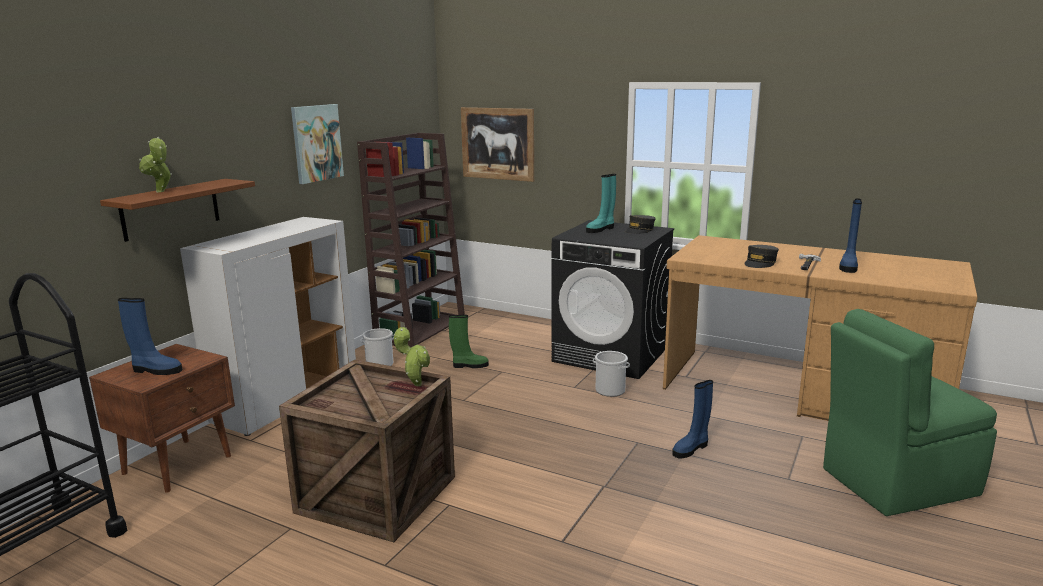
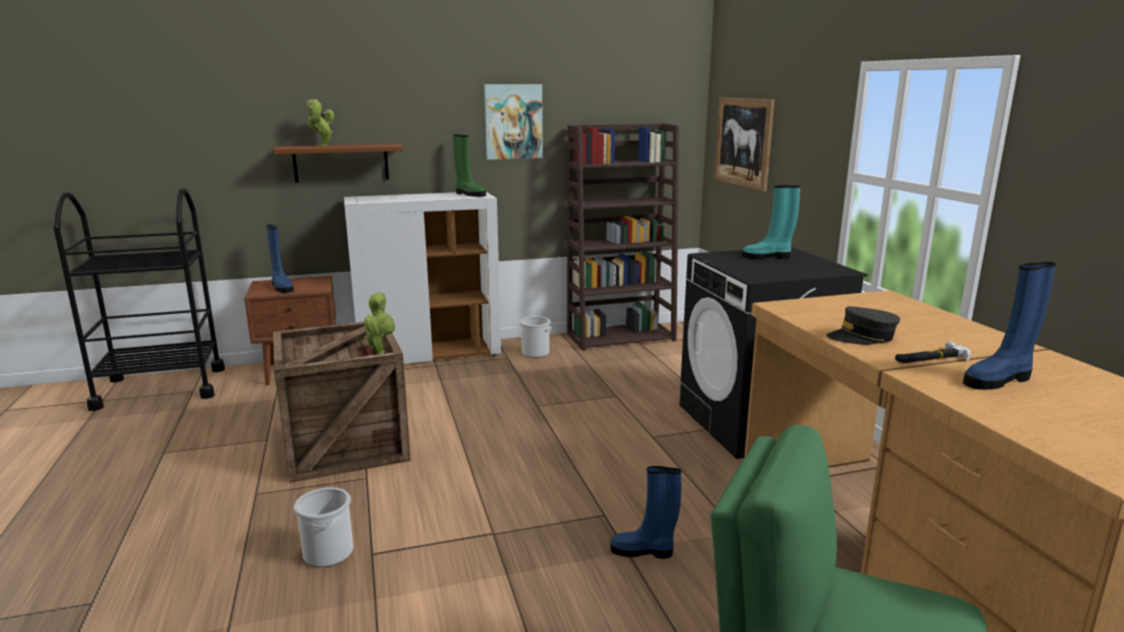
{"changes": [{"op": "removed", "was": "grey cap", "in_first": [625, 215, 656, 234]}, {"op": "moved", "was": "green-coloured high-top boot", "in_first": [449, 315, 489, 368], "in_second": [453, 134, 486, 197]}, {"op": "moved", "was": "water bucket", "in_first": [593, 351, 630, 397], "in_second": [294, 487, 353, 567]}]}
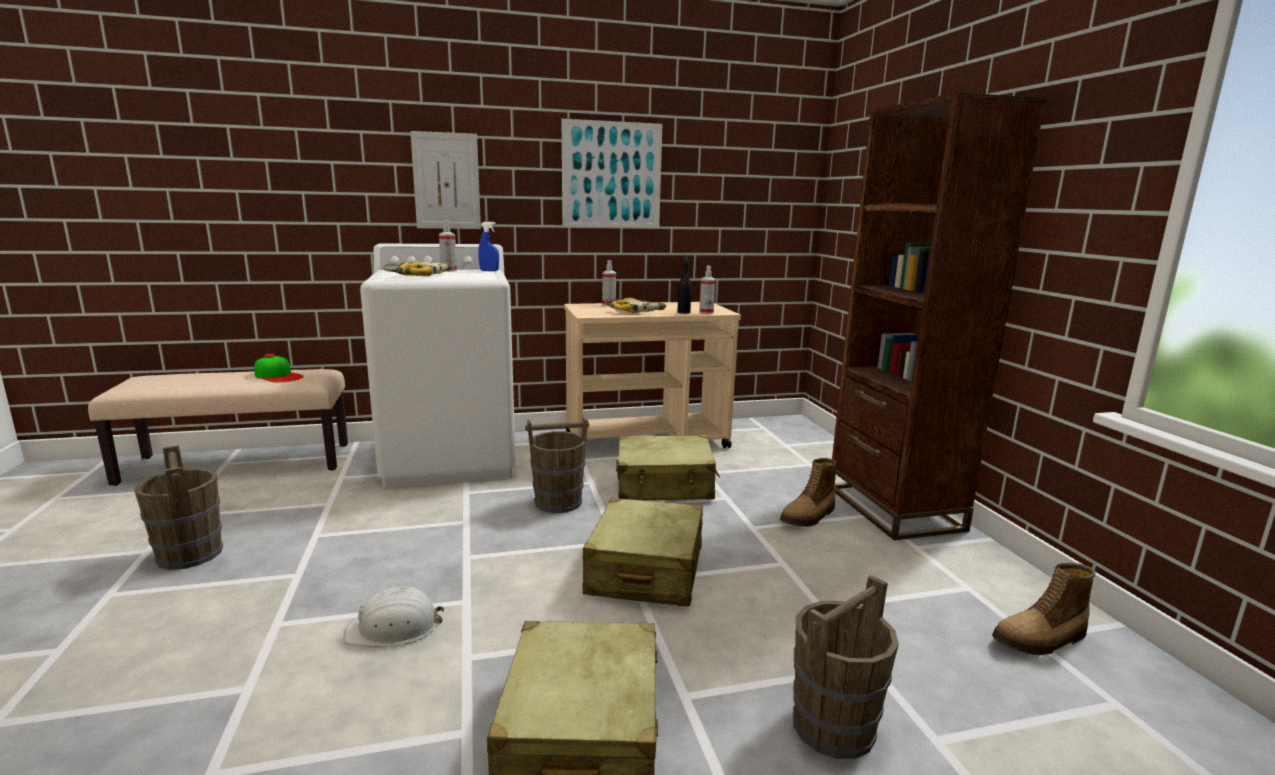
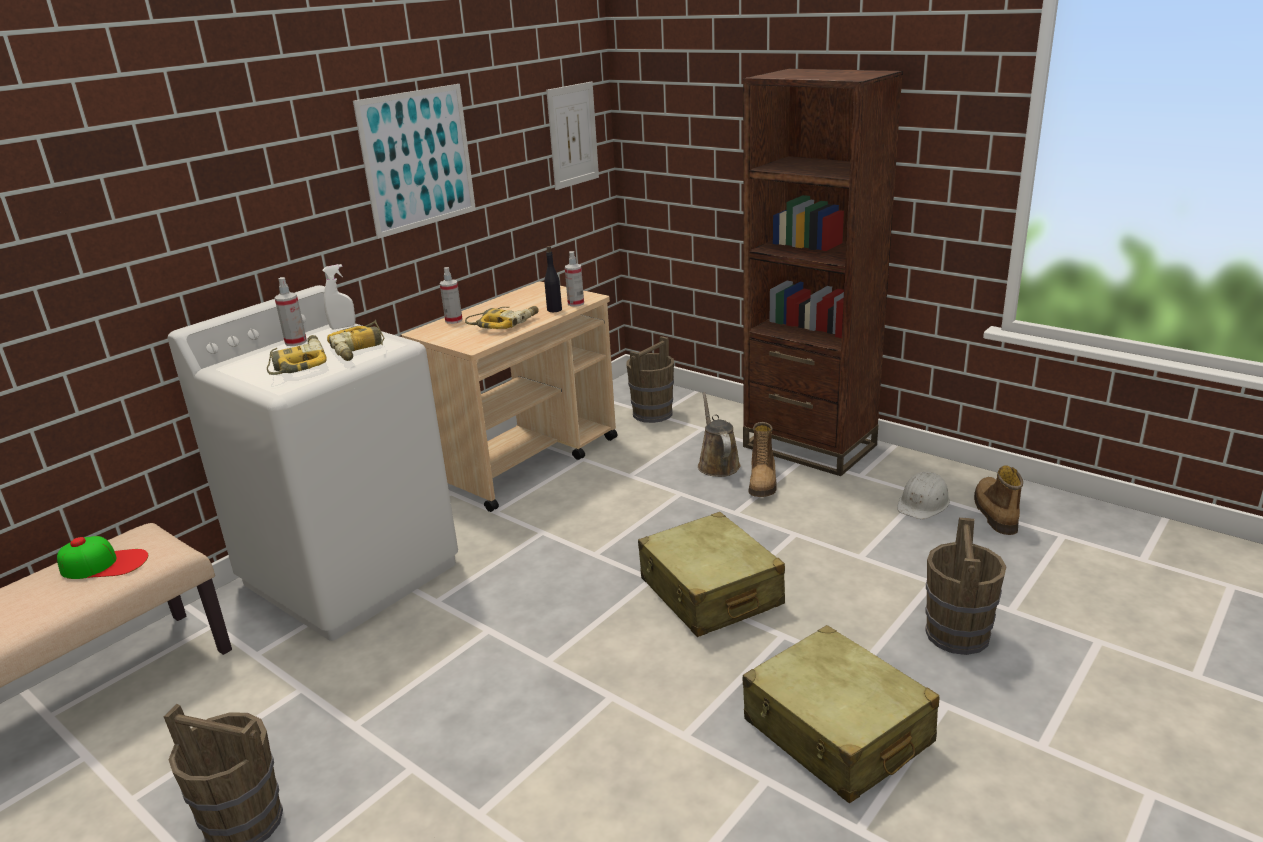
{"changes": [{"op": "moved", "was": "picture", "in_first": [410, 131, 481, 229], "in_second": [546, 82, 599, 190]}, {"op": "recoloured", "was": "blue hand sprayer", "now": "white hand sprayer", "in_first": [478, 222, 499, 271], "in_second": [322, 264, 356, 329]}, {"op": "moved", "was": "brown water bucket", "in_first": [525, 417, 589, 513], "in_second": [627, 336, 674, 423]}, {"op": "removed", "was": "beige suitcase", "in_first": [616, 435, 720, 500]}, {"op": "turned", "was": "high-top boot", "in_first": [992, 563, 1095, 655], "in_second": [974, 465, 1023, 535], "clockwise": 150}, {"op": "moved", "was": "white hard hat", "in_first": [344, 586, 444, 647], "in_second": [897, 472, 950, 519]}, {"op": "added", "now": "electric drill", "in_second": [327, 320, 385, 361]}, {"op": "added", "now": "brown watering pot", "in_second": [698, 392, 741, 477]}]}
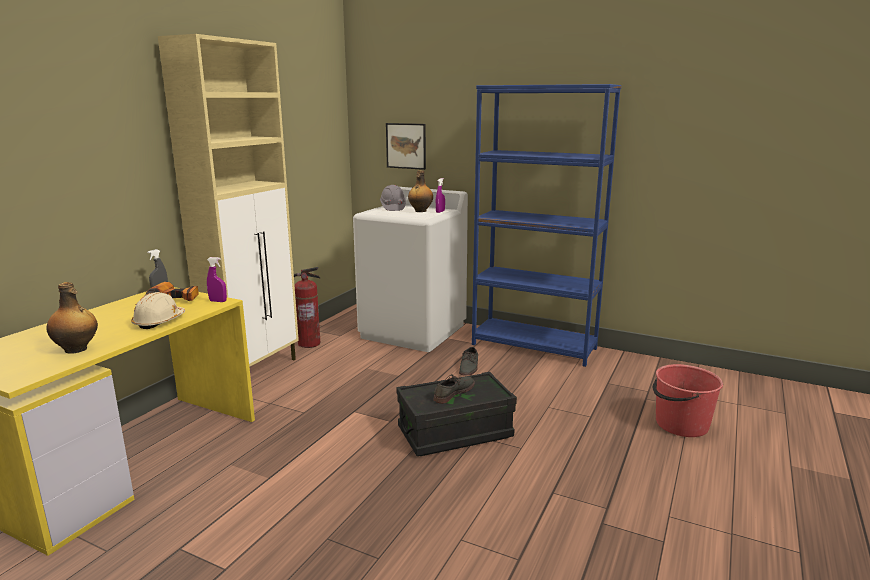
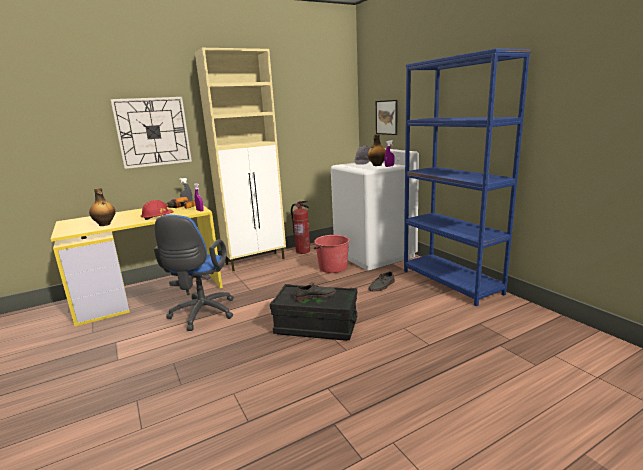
{"changes": [{"op": "recoloured", "was": "beige hard hat", "now": "red hard hat", "in_first": [131, 292, 185, 329], "in_second": [140, 200, 174, 220]}, {"op": "moved", "was": "red water bucket", "in_first": [653, 364, 723, 437], "in_second": [314, 235, 350, 273]}, {"op": "added", "now": "hanging clock", "in_second": [110, 97, 192, 169]}, {"op": "added", "now": "blue desk chair", "in_second": [154, 215, 234, 331]}]}
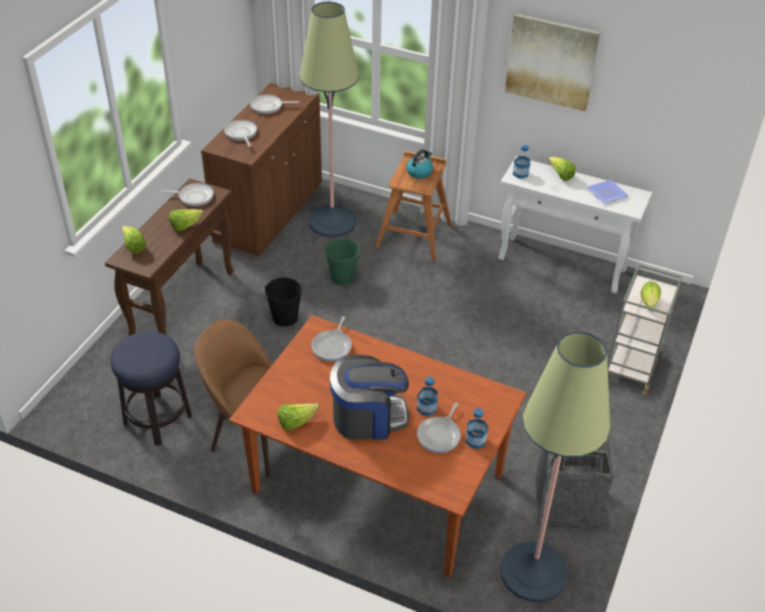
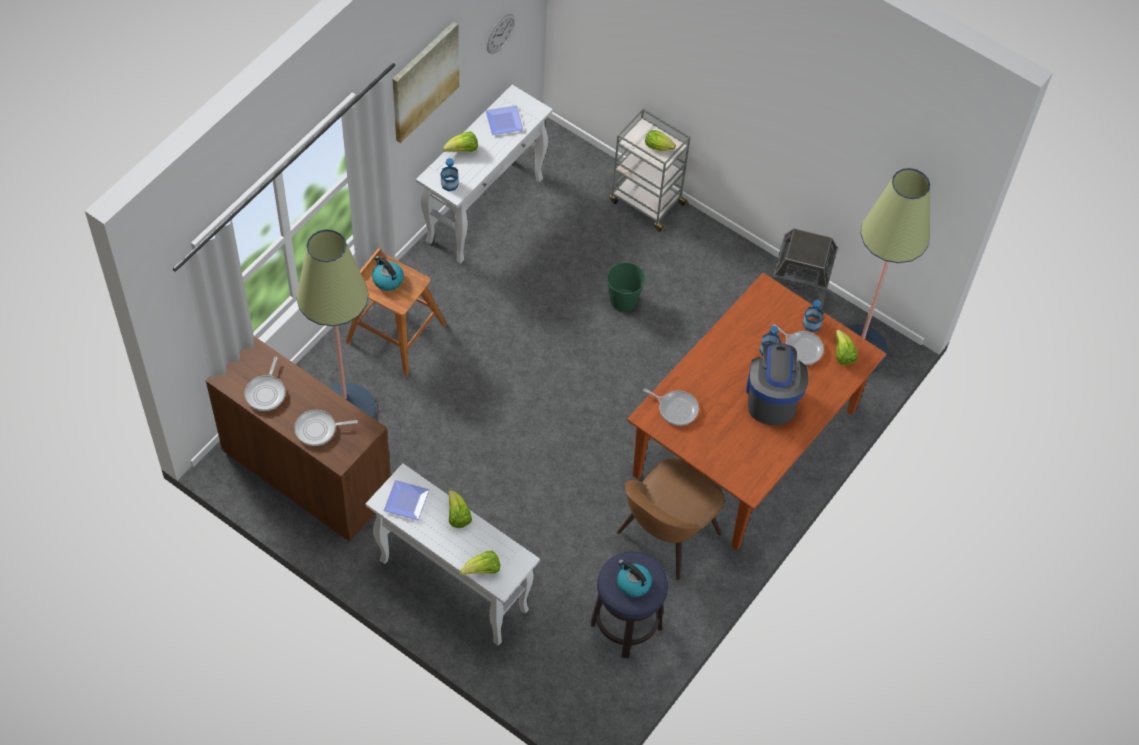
{"changes": [{"op": "recoloured", "was": "brown console table", "now": "white console table", "in_first": [105, 178, 234, 336], "in_second": [366, 463, 540, 646]}, {"op": "replaced", "was": "frying pan", "now": "flat dish", "in_first": [160, 183, 214, 206], "in_second": [383, 480, 430, 520]}, {"op": "moved", "was": "green-coloured water bucket", "in_first": [325, 239, 360, 286], "in_second": [607, 262, 646, 312]}, {"op": "removed", "was": "black water bucket", "in_first": [265, 277, 302, 327]}, {"op": "moved", "was": "head of lettuce", "in_first": [278, 404, 319, 431], "in_second": [835, 330, 858, 365]}, {"op": "added", "now": "hanging clock", "in_second": [487, 14, 515, 54]}, {"op": "added", "now": "kettle", "in_second": [617, 559, 652, 597]}]}
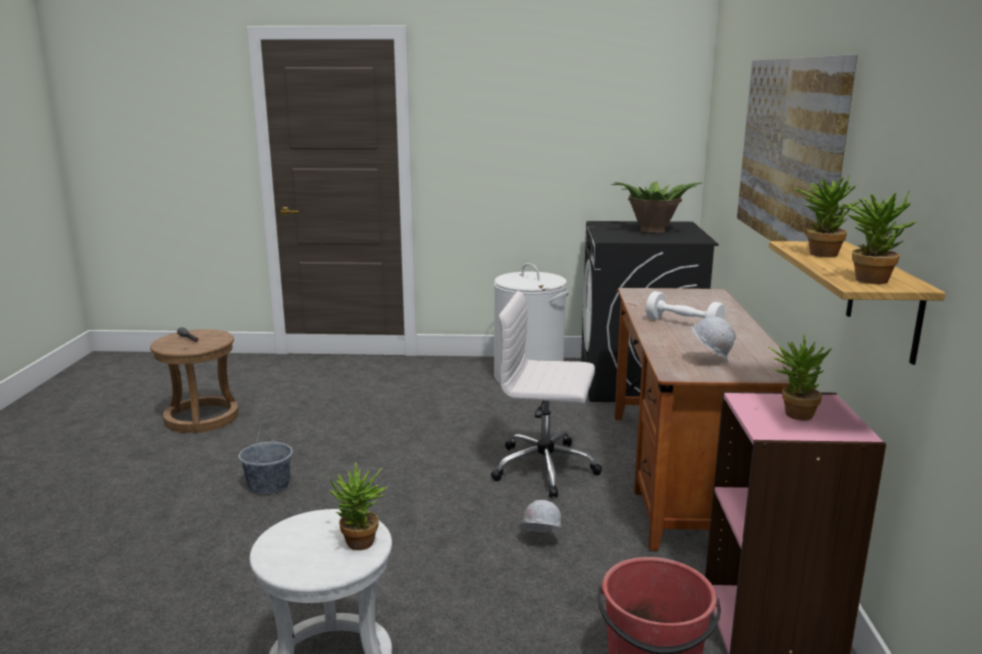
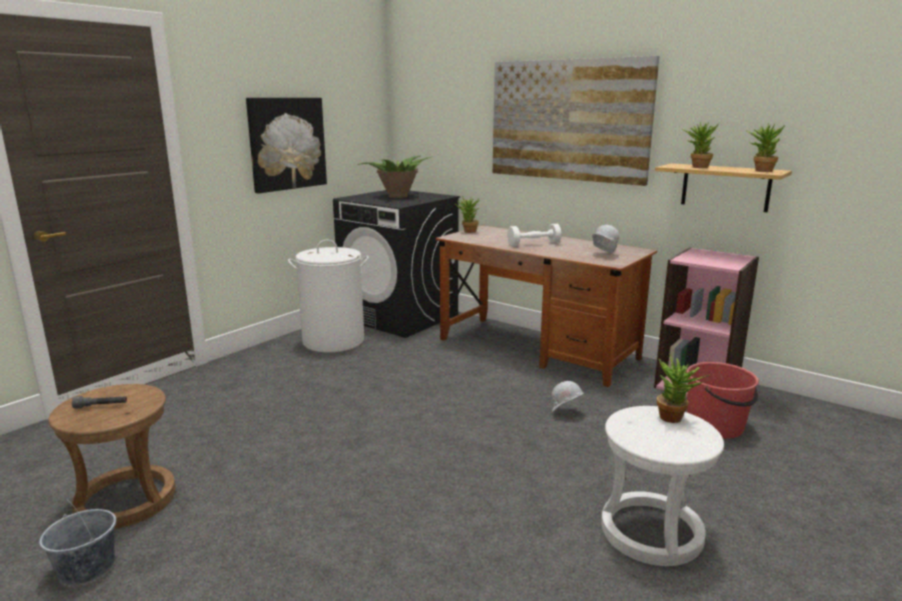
{"changes": [{"op": "removed", "was": "white desk chair", "in_first": [491, 291, 602, 498]}, {"op": "moved", "was": "houseplant", "in_first": [769, 334, 832, 420], "in_second": [455, 196, 479, 233]}, {"op": "moved", "was": "grey water bucket", "in_first": [238, 426, 293, 495], "in_second": [39, 499, 116, 584]}, {"op": "added", "now": "picture", "in_second": [246, 98, 327, 194]}]}
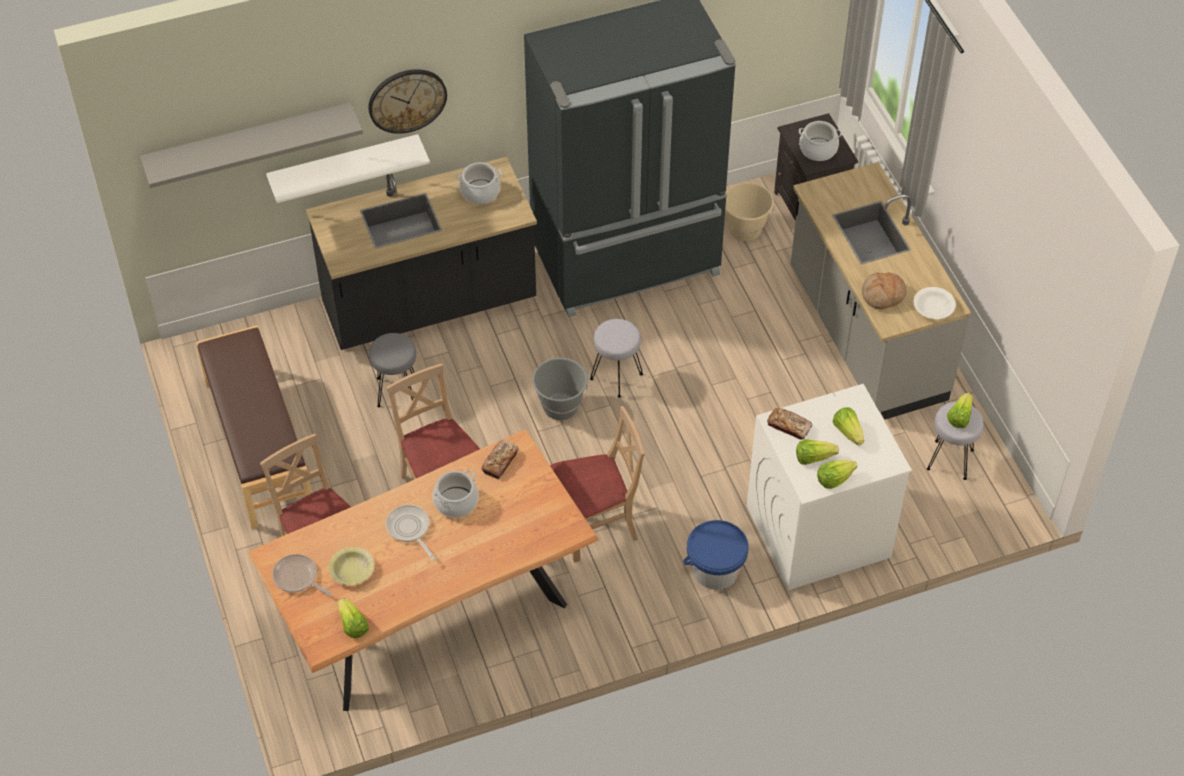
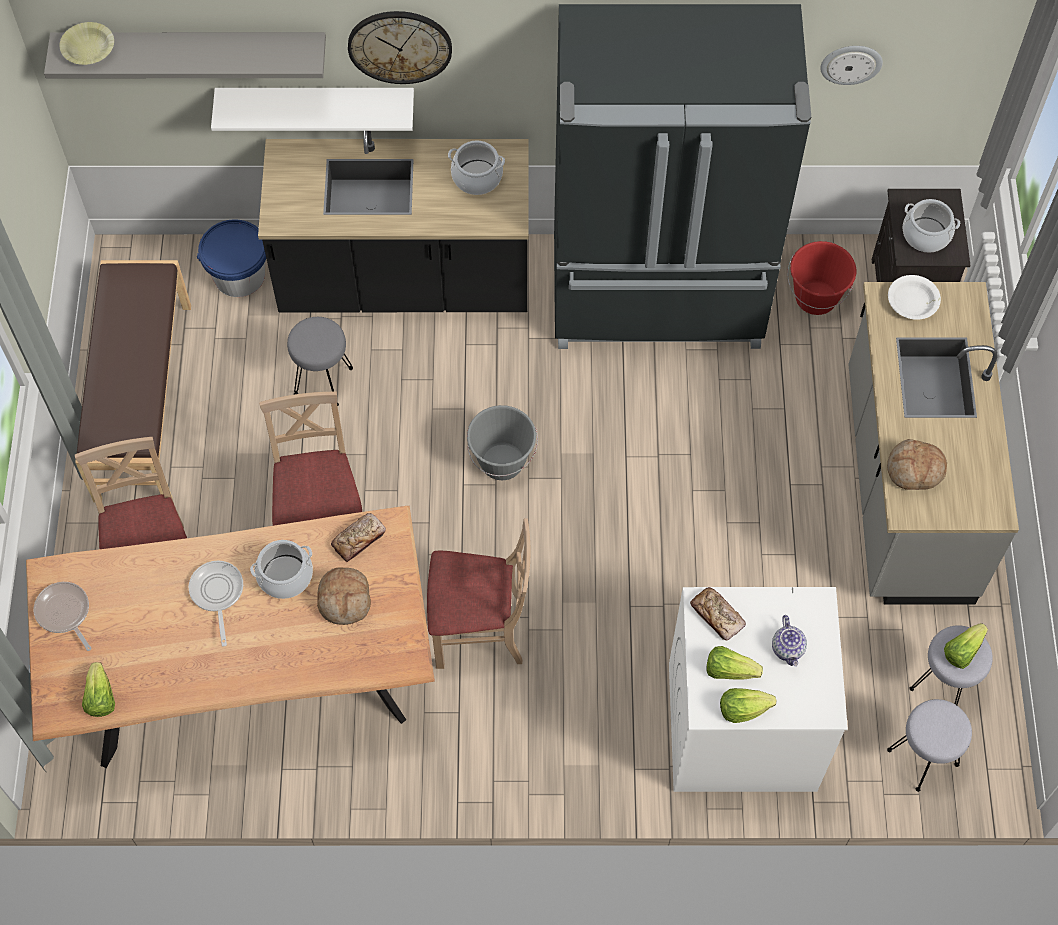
{"changes": [{"op": "recoloured", "was": "beige water bucket", "now": "red water bucket", "in_first": [724, 182, 774, 241], "in_second": [787, 241, 856, 315]}, {"op": "moved", "was": "white bowl", "in_first": [914, 287, 956, 319], "in_second": [888, 275, 941, 320]}, {"op": "moved", "was": "grey stool seat", "in_first": [590, 319, 643, 398], "in_second": [887, 699, 972, 792]}, {"op": "replaced", "was": "head of lettuce", "now": "tea pot", "in_first": [833, 407, 864, 445], "in_second": [772, 615, 807, 667]}, {"op": "moved", "was": "blue water bucket", "in_first": [683, 520, 749, 590], "in_second": [197, 219, 266, 297]}, {"op": "moved", "was": "yellow bowl", "in_first": [329, 547, 374, 585], "in_second": [59, 22, 114, 65]}, {"op": "added", "now": "hanging clock", "in_second": [820, 46, 883, 85]}, {"op": "added", "now": "bread", "in_second": [317, 567, 371, 625]}]}
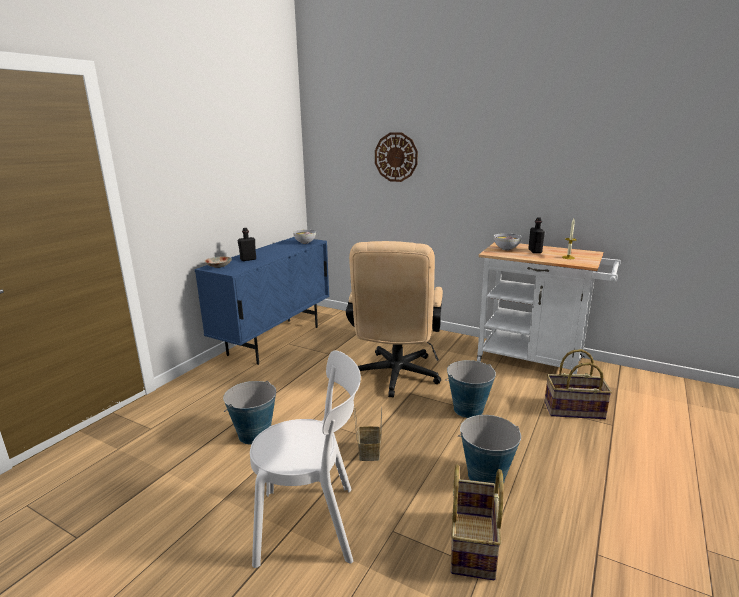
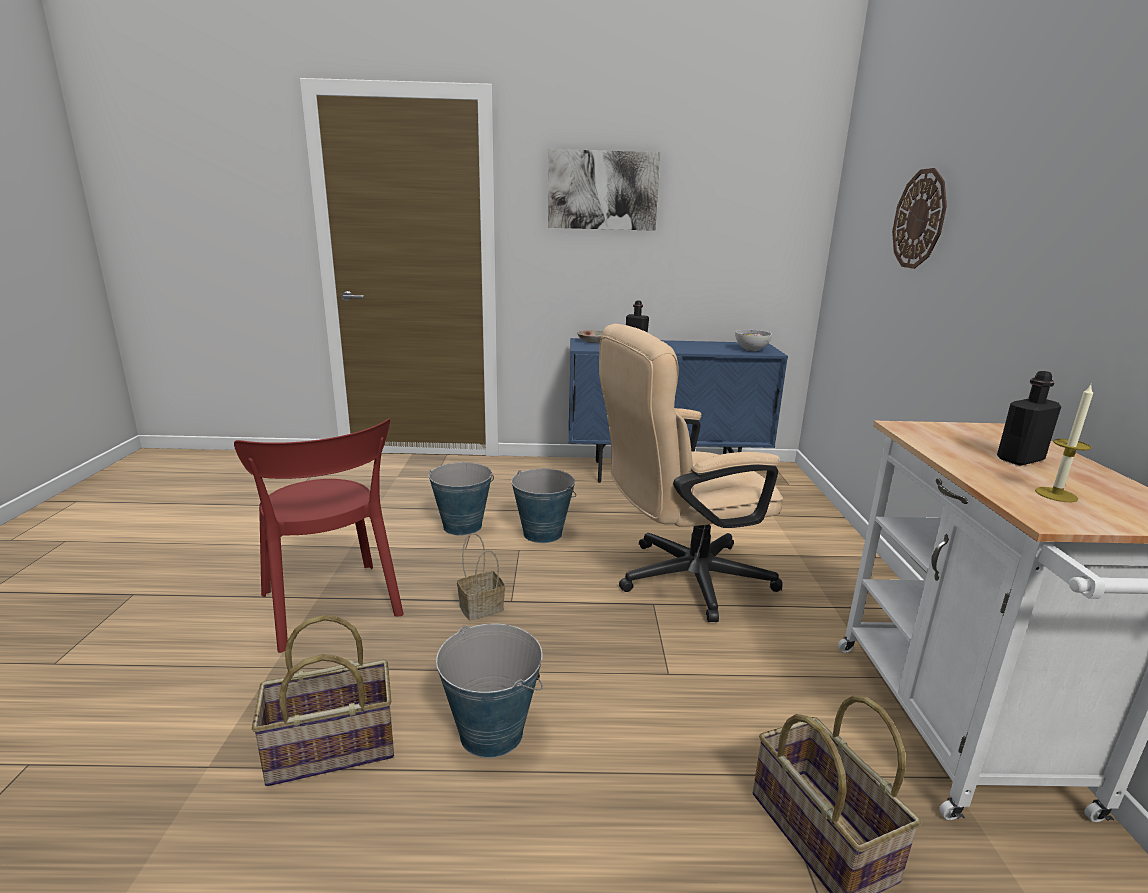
{"changes": [{"op": "removed", "was": "bowl", "in_first": [494, 233, 522, 250]}, {"op": "recoloured", "was": "white upright chair", "now": "red upright chair", "in_first": [250, 350, 361, 568], "in_second": [234, 419, 404, 653]}, {"op": "moved", "was": "water bucket", "in_first": [445, 360, 496, 418], "in_second": [511, 469, 576, 543]}, {"op": "added", "now": "picture", "in_second": [548, 149, 661, 231]}]}
